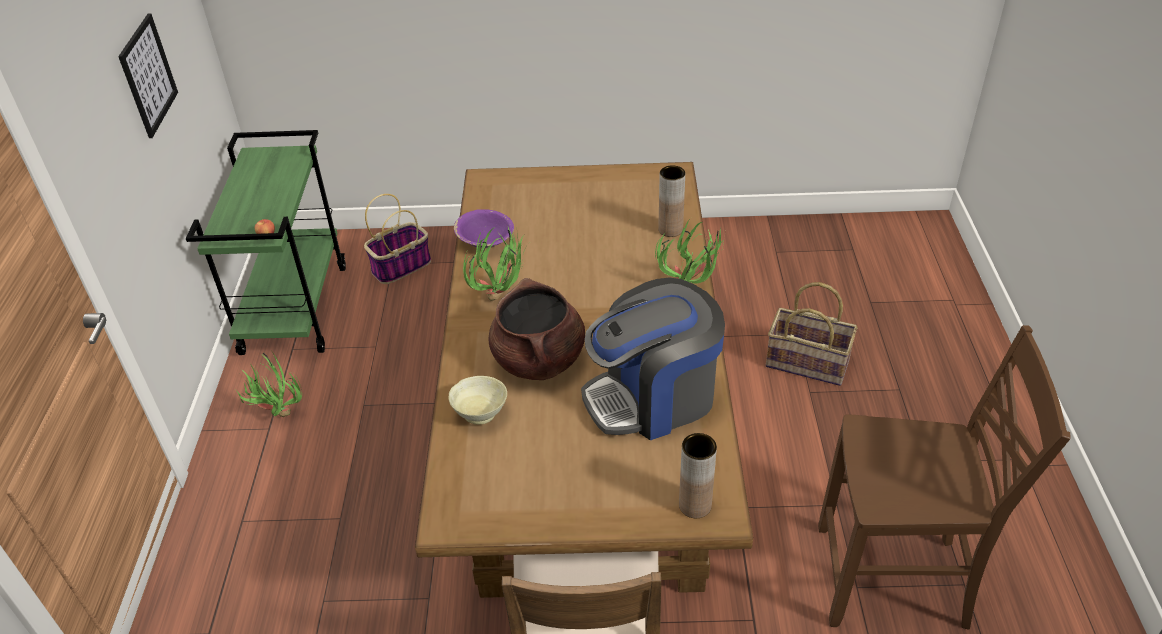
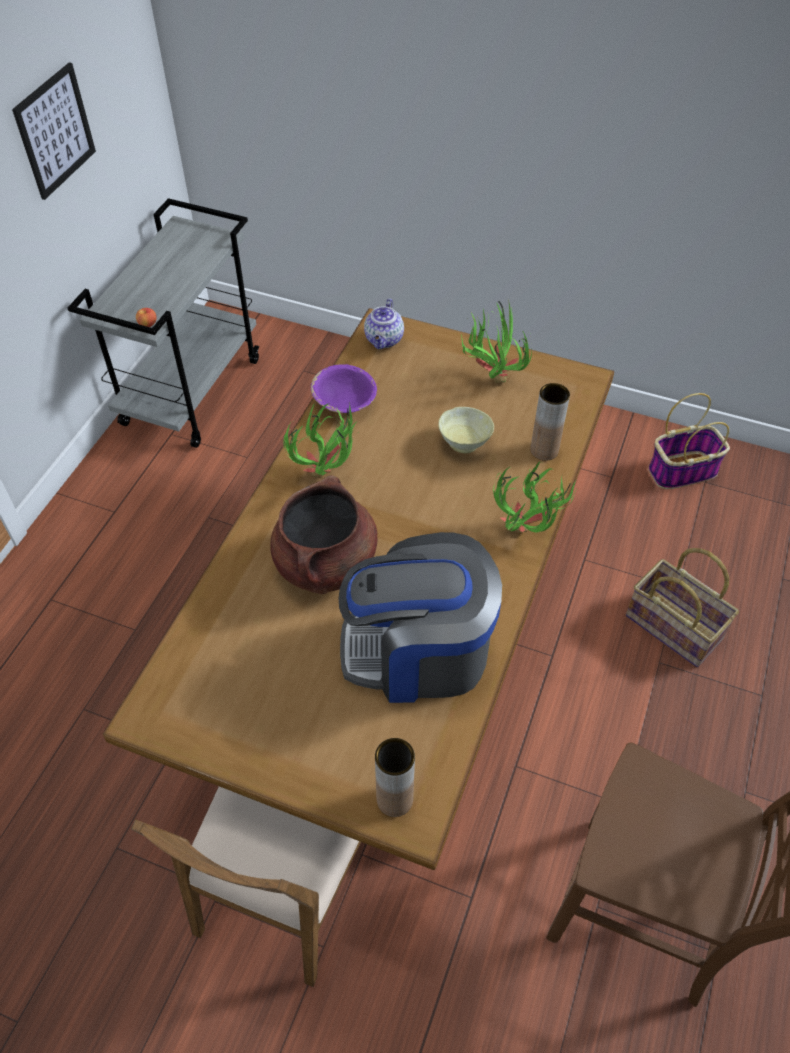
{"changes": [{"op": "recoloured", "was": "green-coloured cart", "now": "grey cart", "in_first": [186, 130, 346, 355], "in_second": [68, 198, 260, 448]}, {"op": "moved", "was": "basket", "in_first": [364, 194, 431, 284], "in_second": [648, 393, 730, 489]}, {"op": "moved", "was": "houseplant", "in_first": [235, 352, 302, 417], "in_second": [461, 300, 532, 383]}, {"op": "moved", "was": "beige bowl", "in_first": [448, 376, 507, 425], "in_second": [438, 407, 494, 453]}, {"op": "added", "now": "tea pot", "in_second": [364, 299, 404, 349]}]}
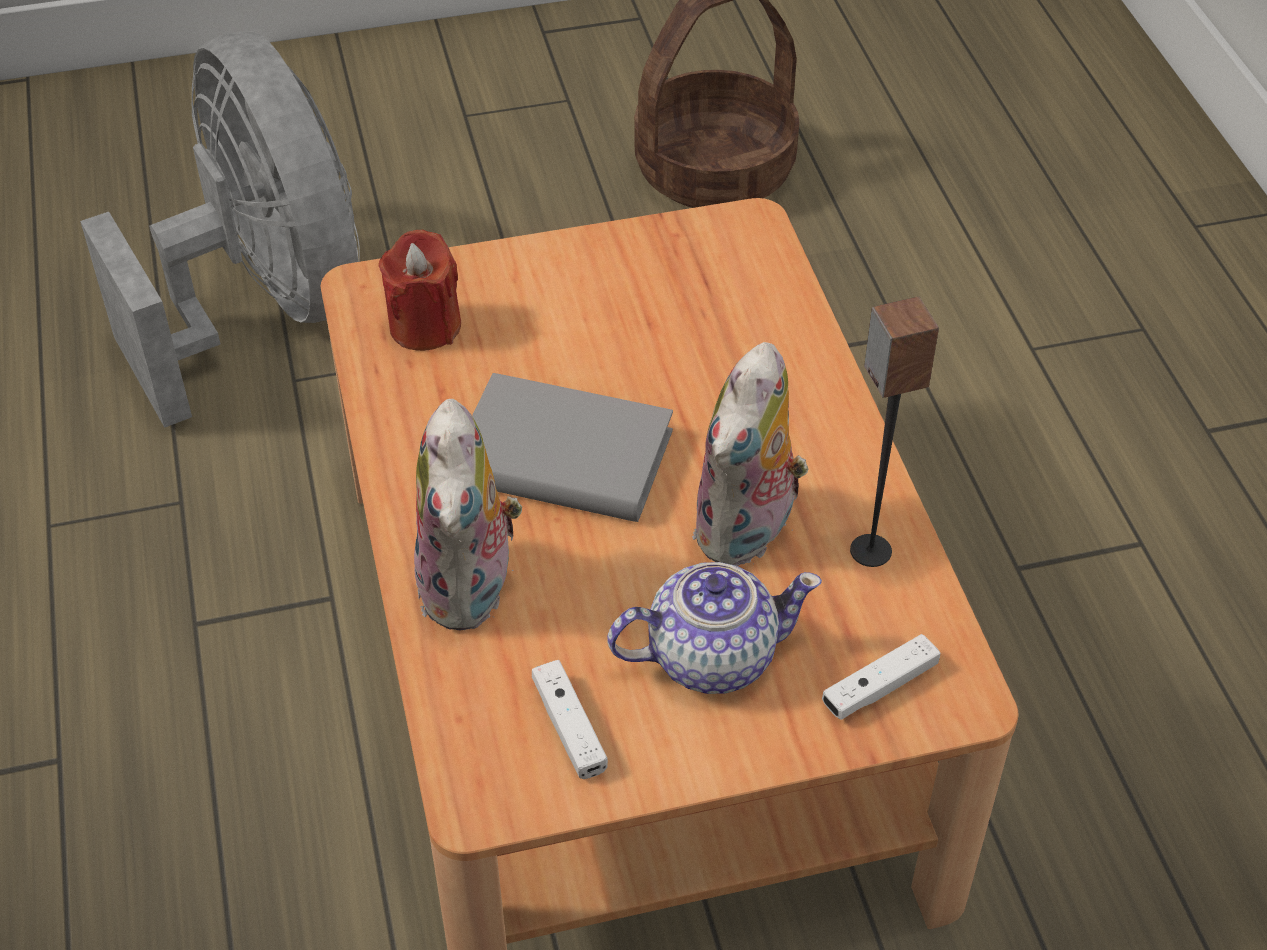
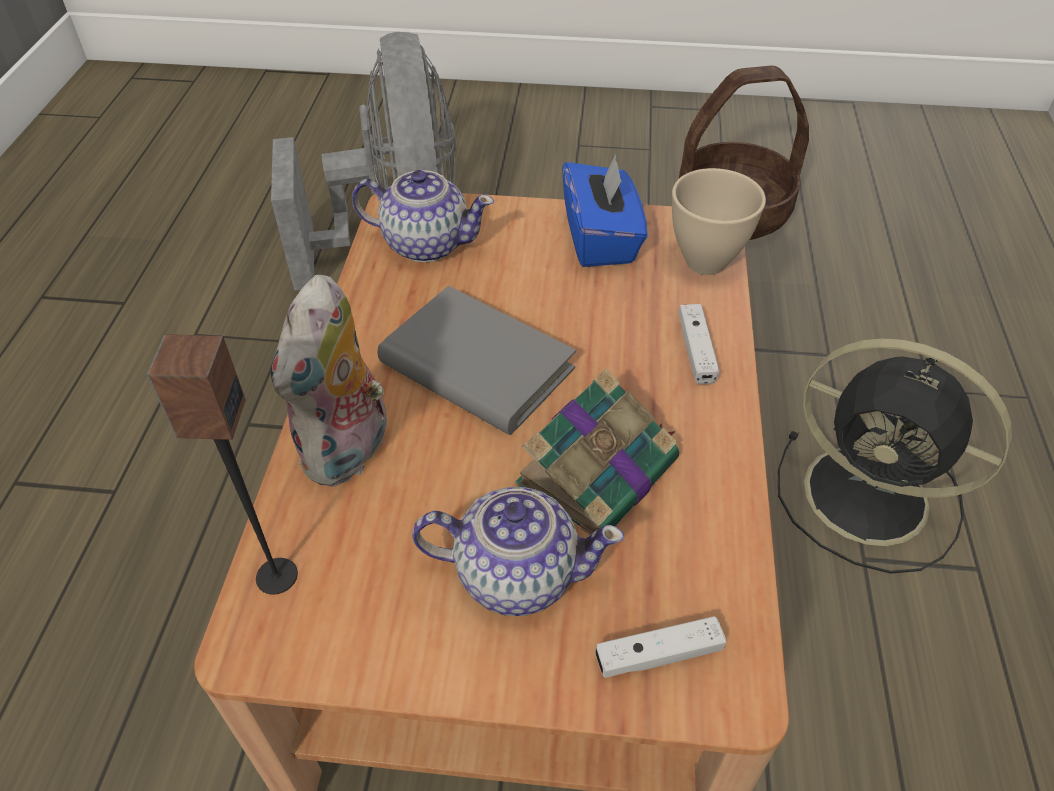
{"changes": [{"op": "replaced", "was": "red wax light", "now": "tea pot", "in_first": [379, 230, 461, 351], "in_second": [352, 170, 494, 262]}, {"op": "moved", "was": "audio speaker", "in_first": [850, 296, 939, 567], "in_second": [147, 334, 298, 595]}, {"op": "replaced", "was": "plush toy", "now": "bound book", "in_first": [692, 342, 814, 566], "in_second": [515, 369, 679, 535]}, {"op": "moved", "was": "white joypad", "in_first": [532, 660, 608, 779], "in_second": [678, 304, 719, 384]}, {"op": "added", "now": "blue tissue holder", "in_second": [562, 154, 648, 267]}, {"op": "added", "now": "beige bowl", "in_second": [672, 168, 766, 275]}, {"op": "added", "now": "black fan", "in_second": [778, 338, 1012, 574]}]}
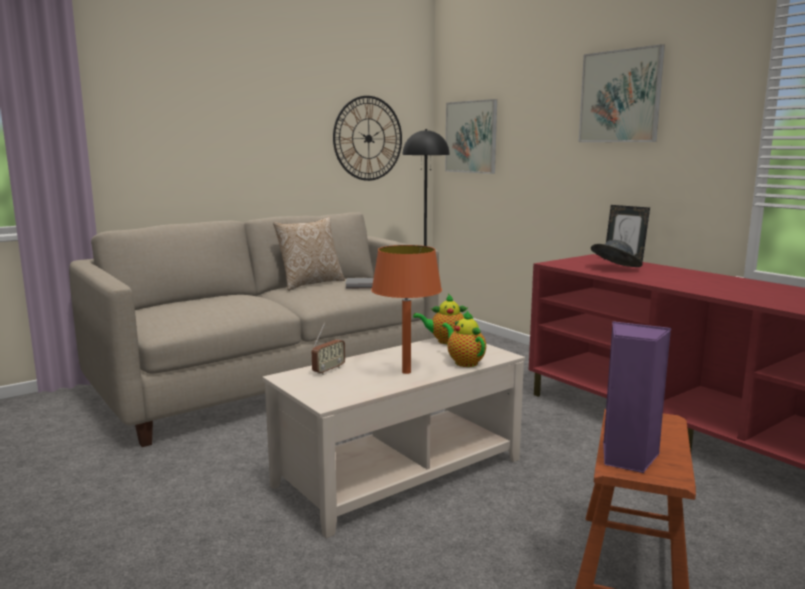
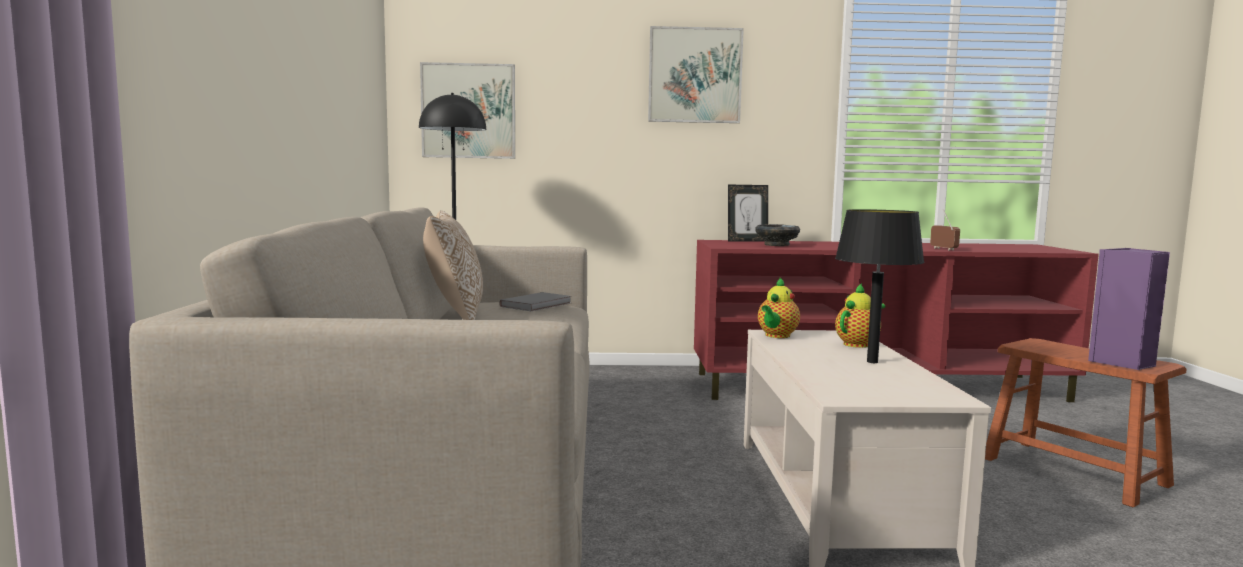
{"changes": [{"op": "removed", "was": "hanging clock", "in_first": [333, 96, 402, 181]}, {"op": "replaced", "was": "grey wearable hat", "now": "black bowl", "in_first": [591, 240, 642, 267], "in_second": [755, 224, 800, 246]}, {"op": "recoloured", "was": "orange lamp for a table", "now": "black lamp for a table", "in_first": [371, 245, 442, 374], "in_second": [835, 209, 925, 363]}, {"op": "turned", "was": "tea pot", "in_first": [442, 311, 486, 367], "in_second": [835, 283, 885, 348], "clockwise": 135}, {"op": "moved", "was": "radio receiver", "in_first": [312, 322, 345, 375], "in_second": [930, 209, 960, 250]}]}
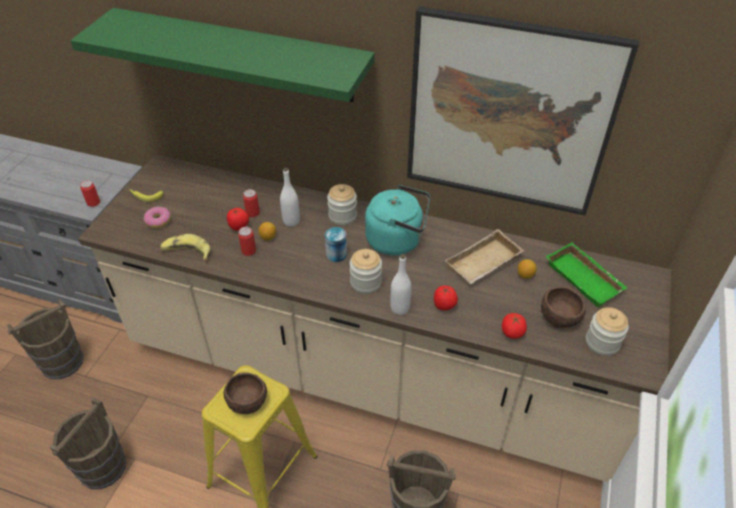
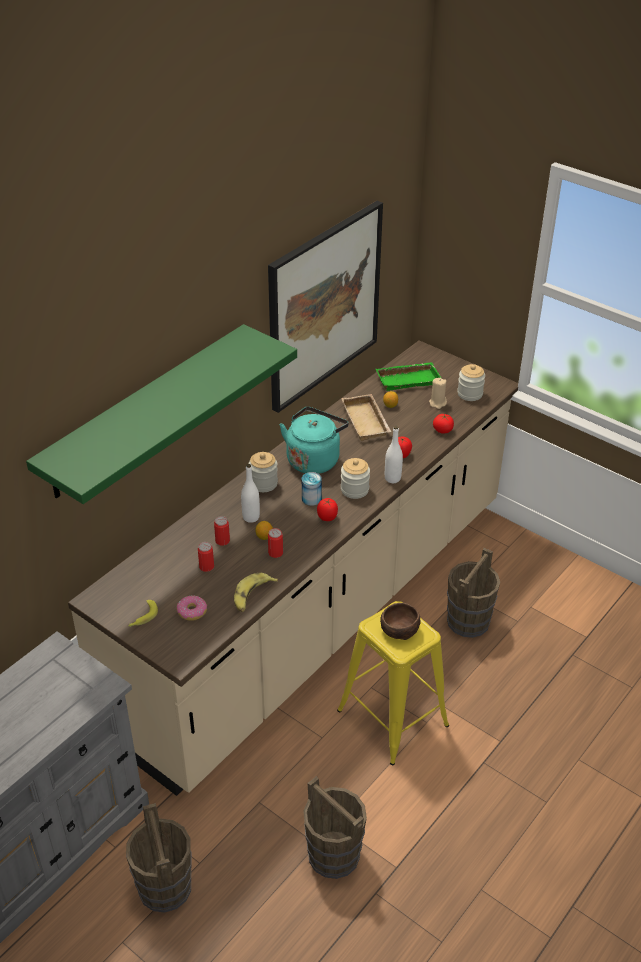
{"changes": [{"op": "moved", "was": "sealed can", "in_first": [80, 180, 100, 207], "in_second": [198, 542, 214, 572]}, {"op": "moved", "was": "fresh tomato", "in_first": [227, 208, 249, 231], "in_second": [317, 498, 338, 521]}, {"op": "replaced", "was": "brown bowl", "now": "beige wax light", "in_first": [541, 287, 586, 328], "in_second": [429, 378, 447, 409]}]}
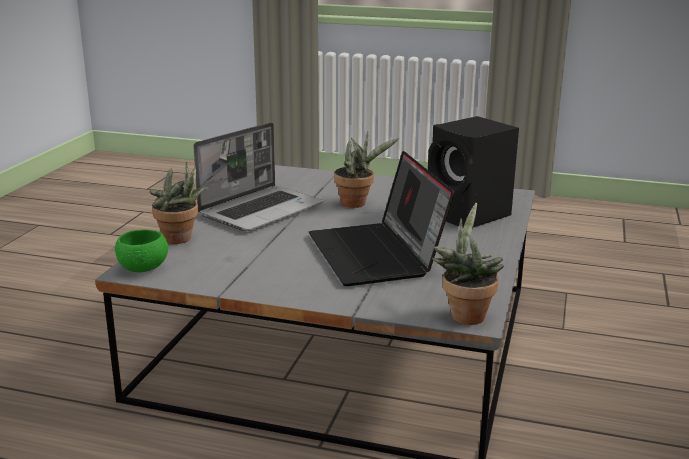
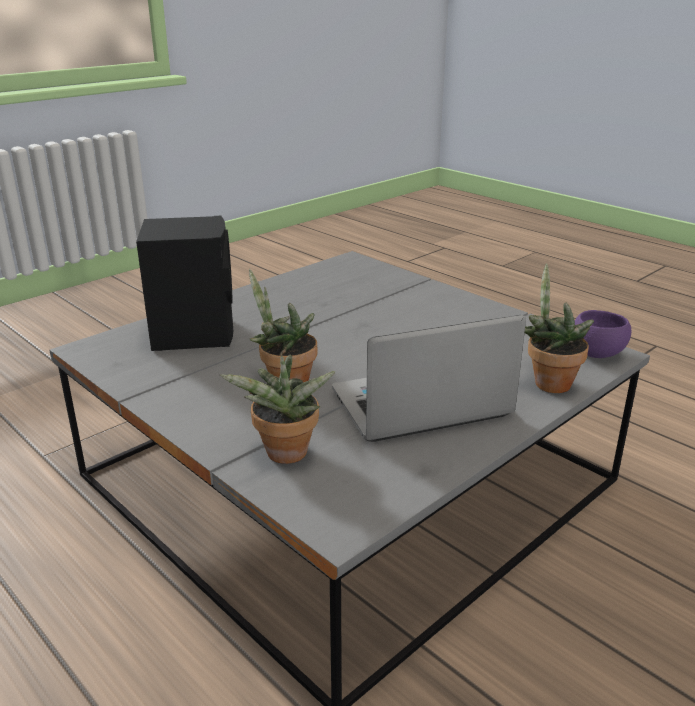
{"changes": [{"op": "removed", "was": "laptop", "in_first": [309, 151, 454, 286]}, {"op": "moved", "was": "houseplant", "in_first": [432, 203, 504, 325], "in_second": [220, 355, 336, 464]}, {"op": "recoloured", "was": "green-coloured bowl", "now": "purplish bowl", "in_first": [115, 229, 168, 273], "in_second": [575, 310, 631, 358]}]}
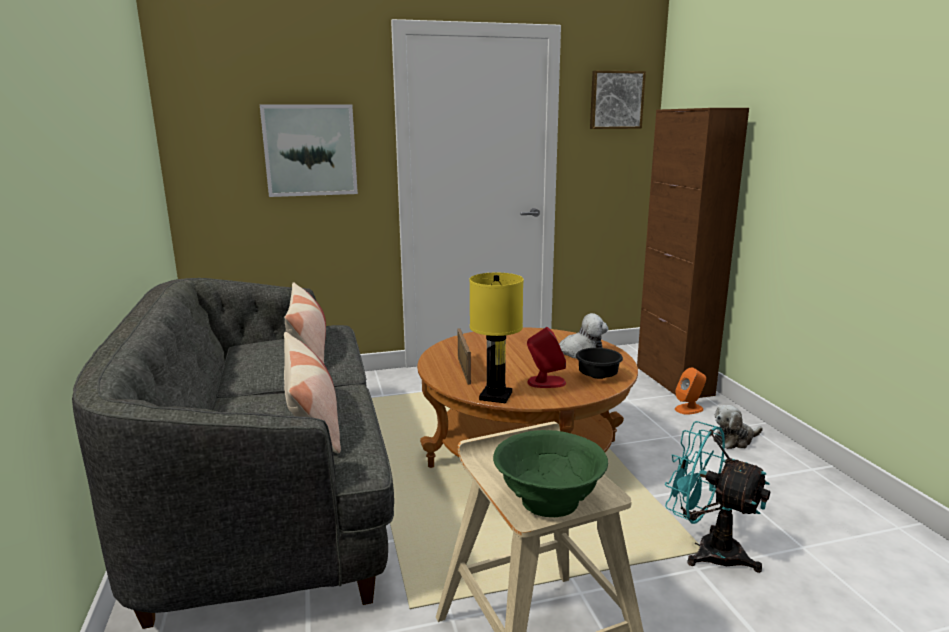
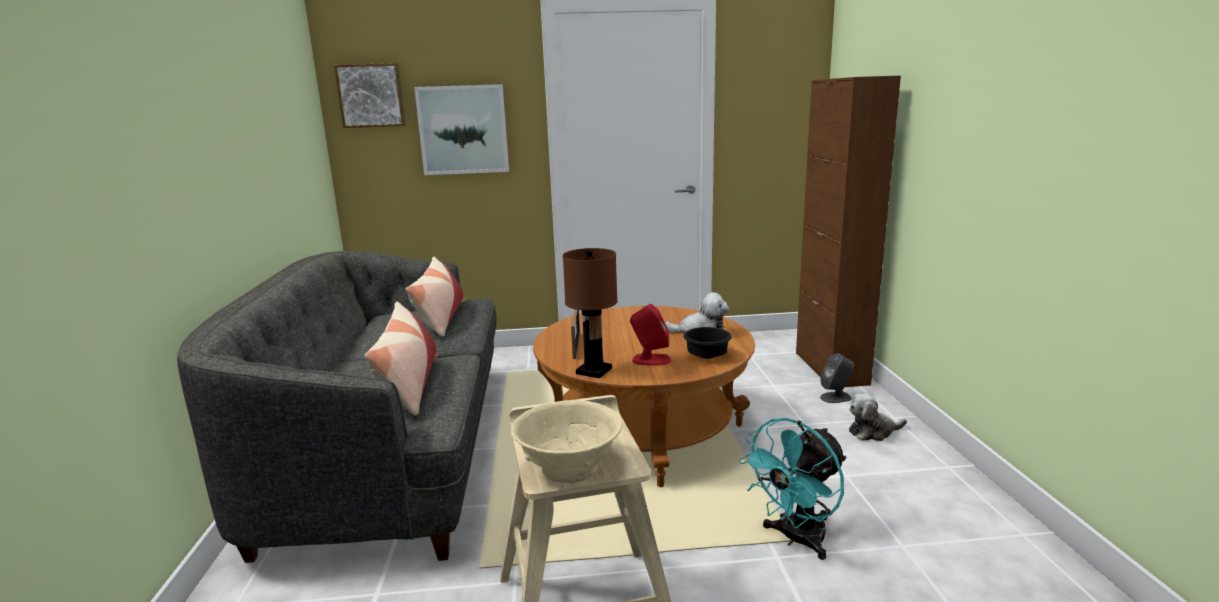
{"changes": [{"op": "moved", "was": "picture", "in_first": [590, 71, 646, 129], "in_second": [334, 63, 405, 128]}, {"op": "recoloured", "was": "yellow lamp for a table", "now": "brown lamp for a table", "in_first": [469, 273, 524, 403], "in_second": [563, 248, 618, 378]}, {"op": "recoloured", "was": "orange audio speaker", "now": "grey audio speaker", "in_first": [675, 368, 706, 415], "in_second": [820, 353, 854, 403]}, {"op": "turned", "was": "blue-green fan", "in_first": [665, 421, 770, 573], "in_second": [739, 418, 847, 560], "clockwise": -90}, {"op": "recoloured", "was": "green-coloured bowl", "now": "beige bowl", "in_first": [493, 430, 608, 517], "in_second": [511, 400, 623, 483]}]}
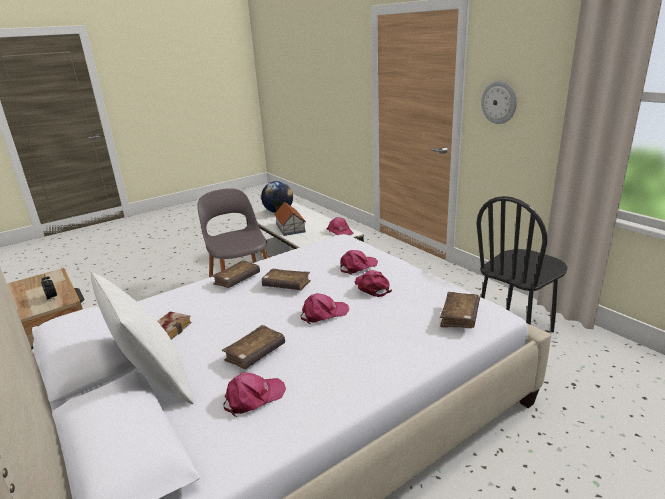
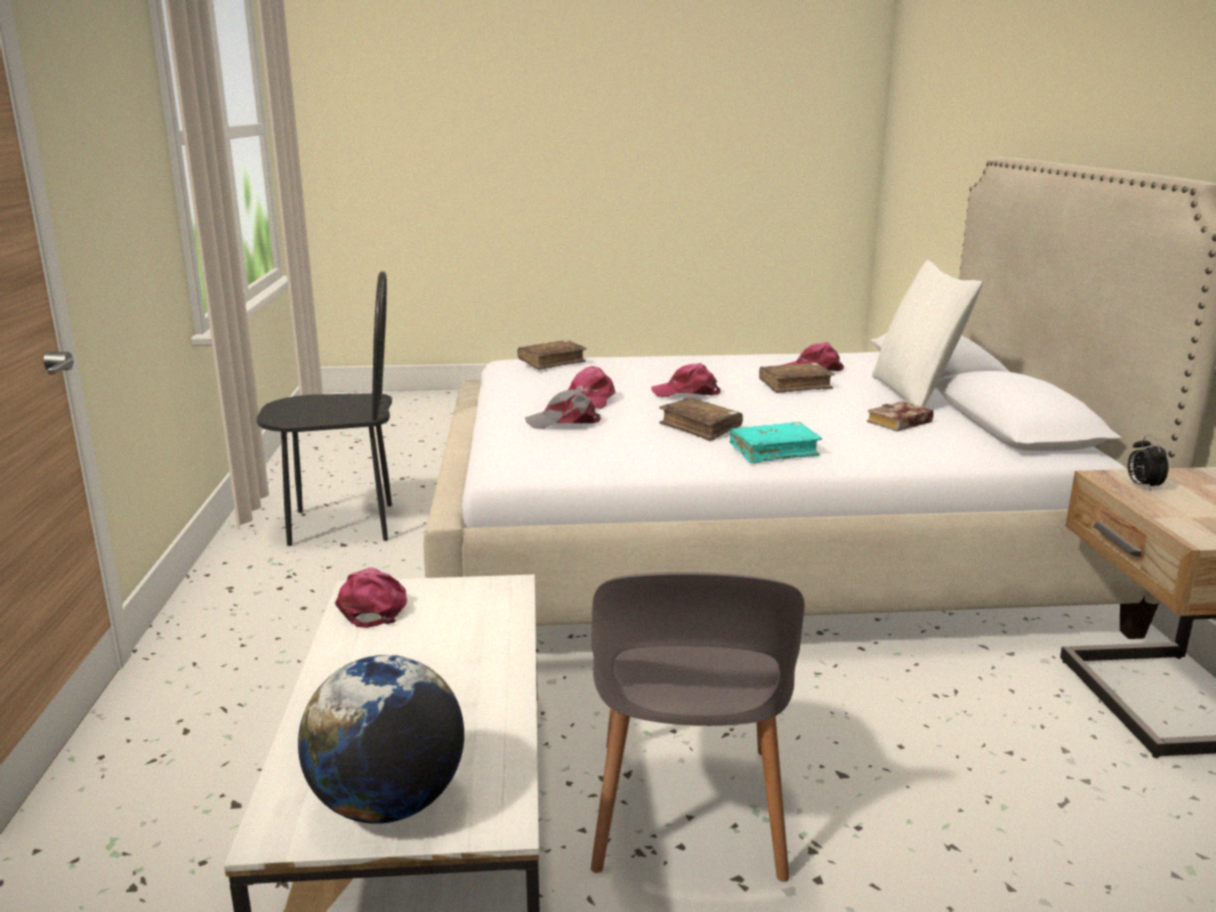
{"changes": [{"op": "removed", "was": "hanging clock", "in_first": [481, 81, 517, 124]}, {"op": "removed", "was": "toy house", "in_first": [274, 202, 306, 236]}, {"op": "recoloured", "was": "pink-coloured cap", "now": "grey cap", "in_first": [341, 250, 378, 275], "in_second": [525, 389, 601, 429]}, {"op": "recoloured", "was": "brown bound book", "now": "blue-green bound book", "in_first": [211, 260, 260, 288], "in_second": [730, 422, 822, 463]}]}
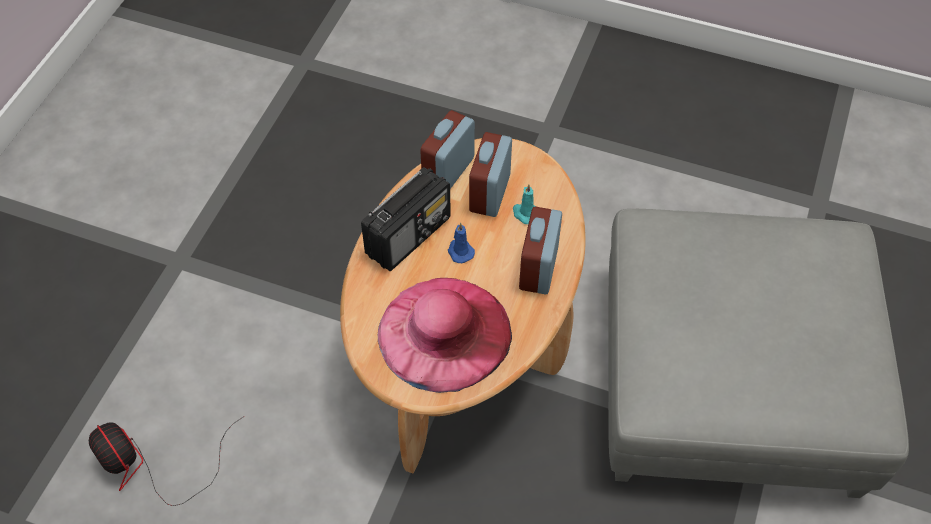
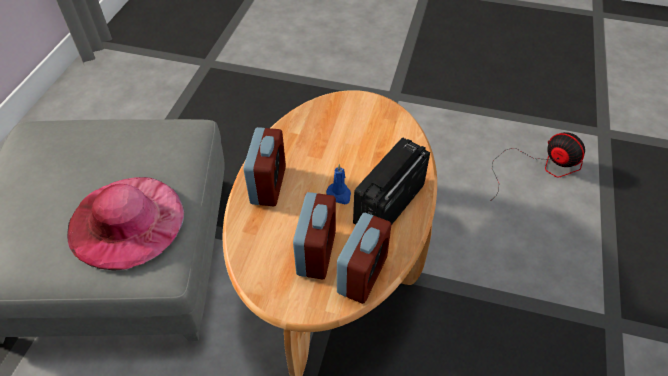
{"changes": [{"op": "removed", "was": "blue-green wax light", "in_first": [513, 184, 536, 224]}, {"op": "moved", "was": "pink-coloured wearable hat", "in_first": [378, 278, 512, 393], "in_second": [67, 177, 184, 270]}]}
